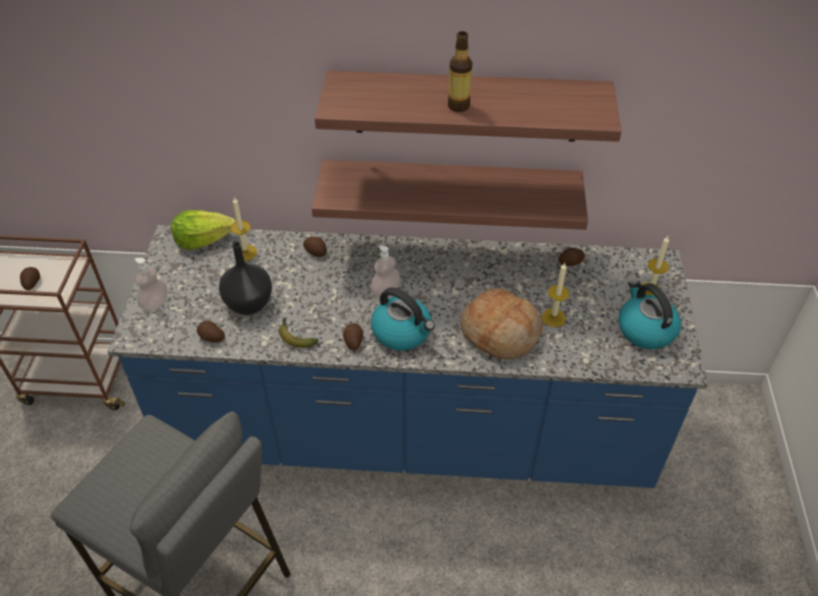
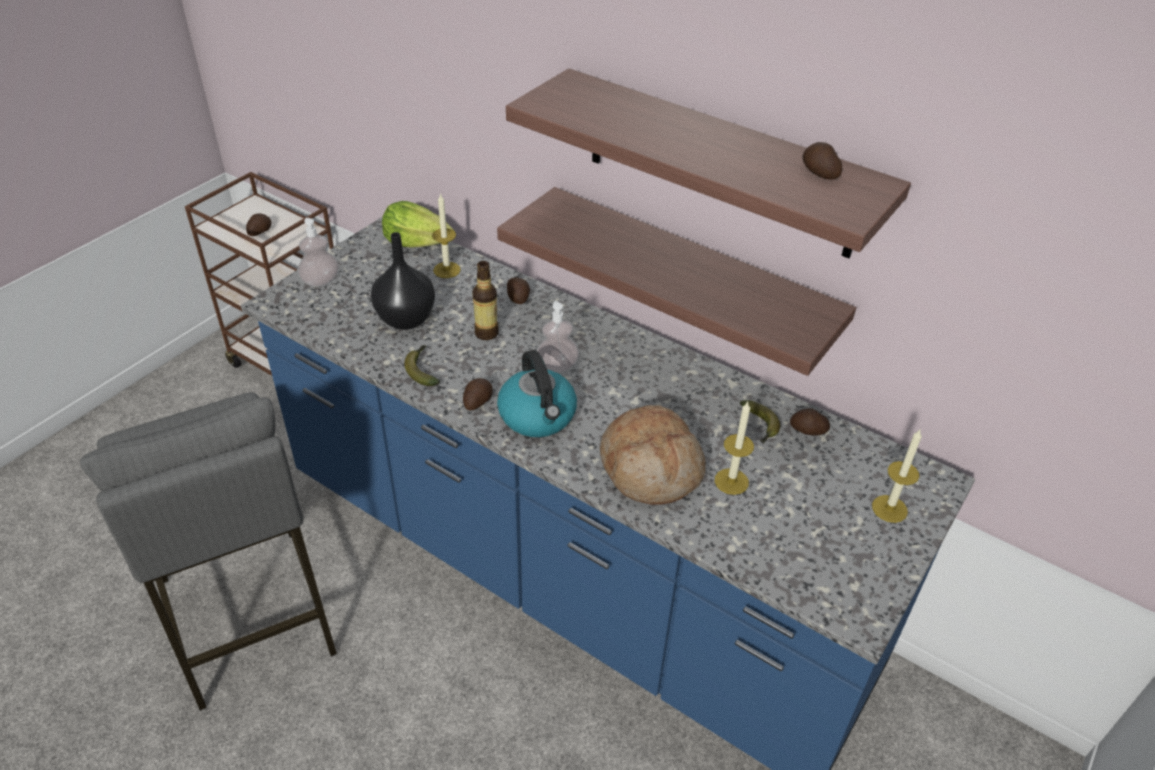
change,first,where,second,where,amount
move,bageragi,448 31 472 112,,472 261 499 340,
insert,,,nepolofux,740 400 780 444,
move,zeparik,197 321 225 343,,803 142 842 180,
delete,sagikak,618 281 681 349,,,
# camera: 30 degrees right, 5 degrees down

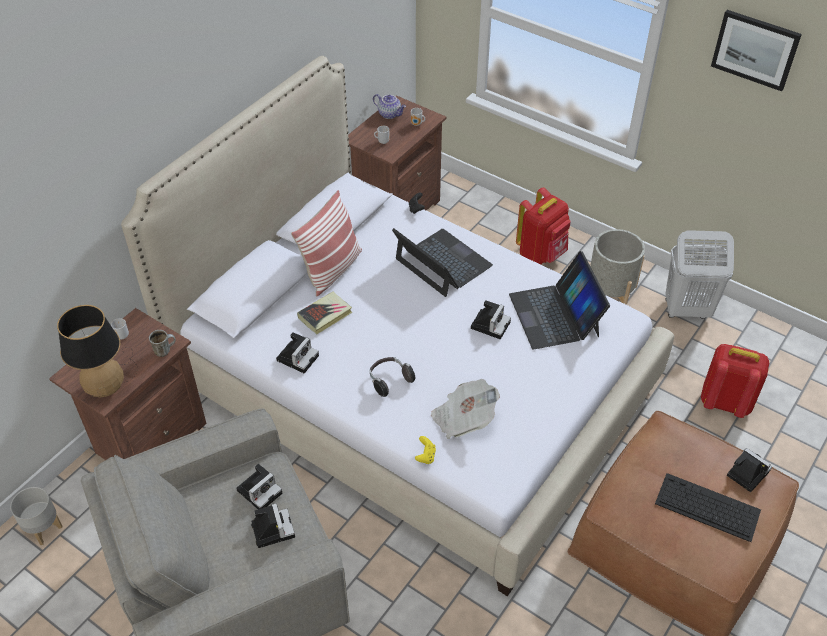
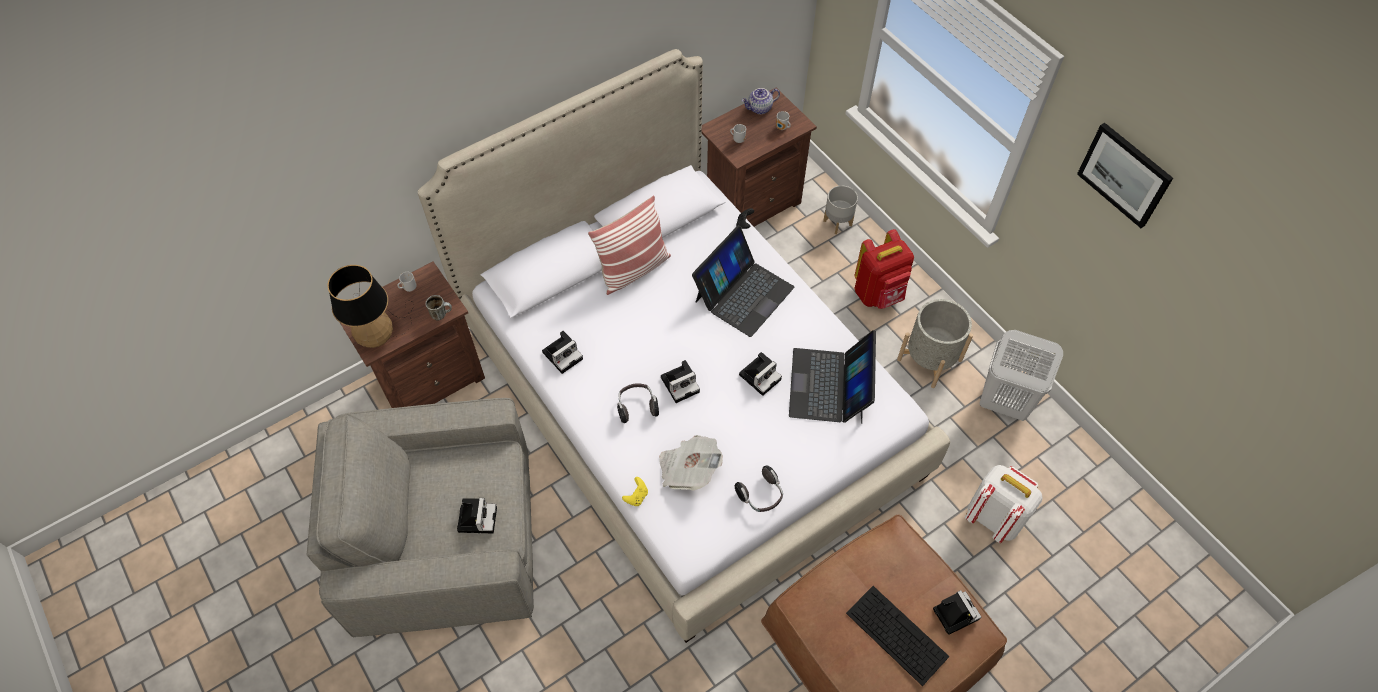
change,first,where,second,where,amount
move,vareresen,236 464 282 509,,661 360 700 403,
rotate,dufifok,392 228 493 297,,692 226 794 337,60 degrees clockwise
insert,,,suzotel,735 466 783 512,
rotate,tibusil,373 94 406 119,,741 88 780 114,105 degrees clockwise
move,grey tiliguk,10 487 62 545,,823 186 858 234,
recolor,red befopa,701 344 769 418,white befopa,965 465 1043 543,
delete,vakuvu,297 291 353 334,,,
# camera: 20 degrees right, 10 degrees up

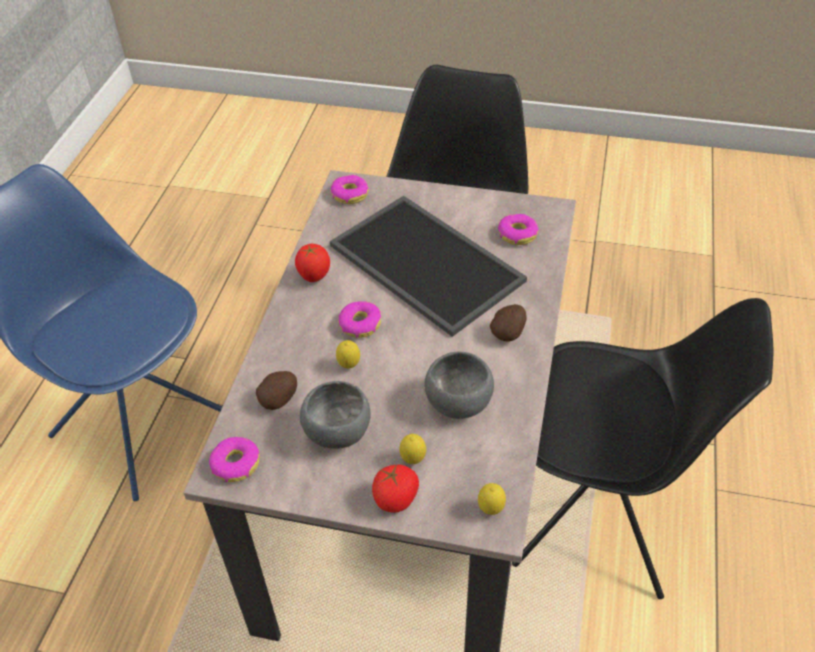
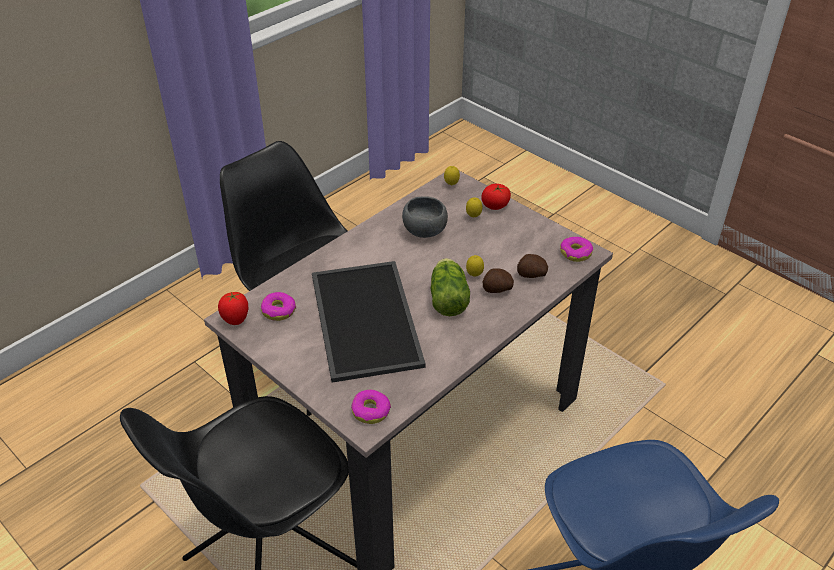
change,first,where,second,where,amount
move,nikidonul,295 244 330 282,,218 292 248 325,
replace,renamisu,338 301 381 338,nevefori,431 258 470 316,
move,zeparik,490 304 527 341,,483 268 514 293,
delete,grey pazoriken,300 381 371 449,,,
# camera: 150 degrees left, 5 degrees down

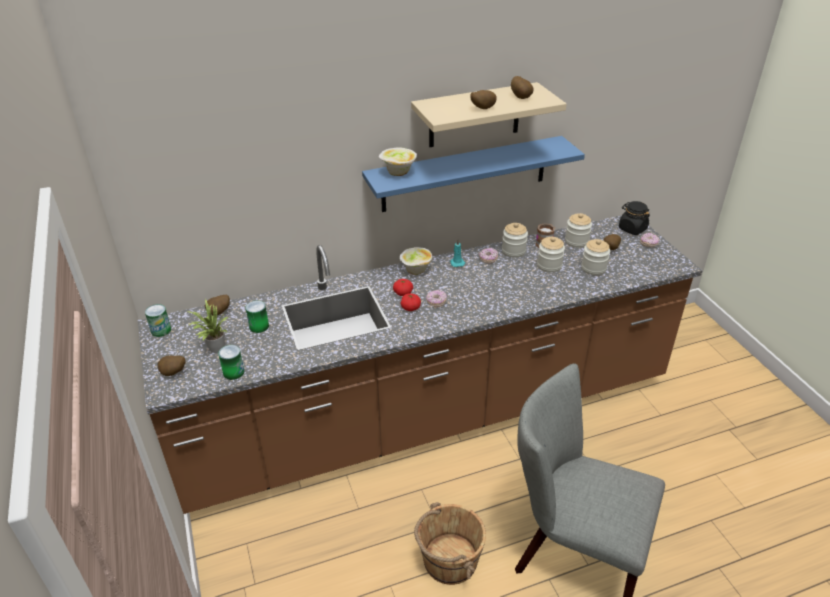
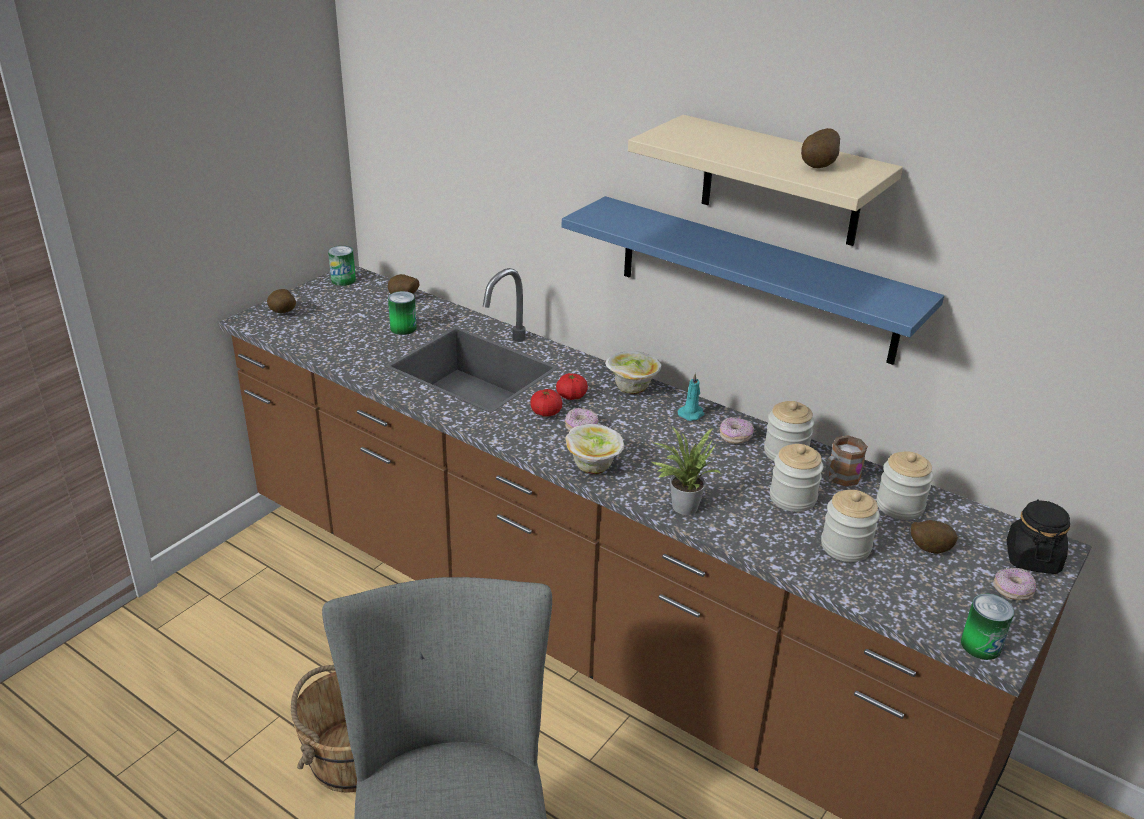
change,first,where,second,where,amount
move,pazoriken,379 147 417 176,,565 424 624 474,
move,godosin,186 299 229 353,,652 427 721 515,
move,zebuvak,218 345 244 380,,961 594 1014 660,
delete,zeparik,470 90 497 109,,,
# camera: 55 degrees right, 5 degrees down

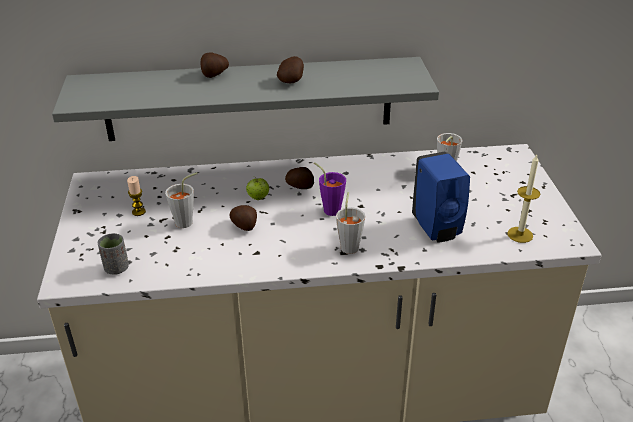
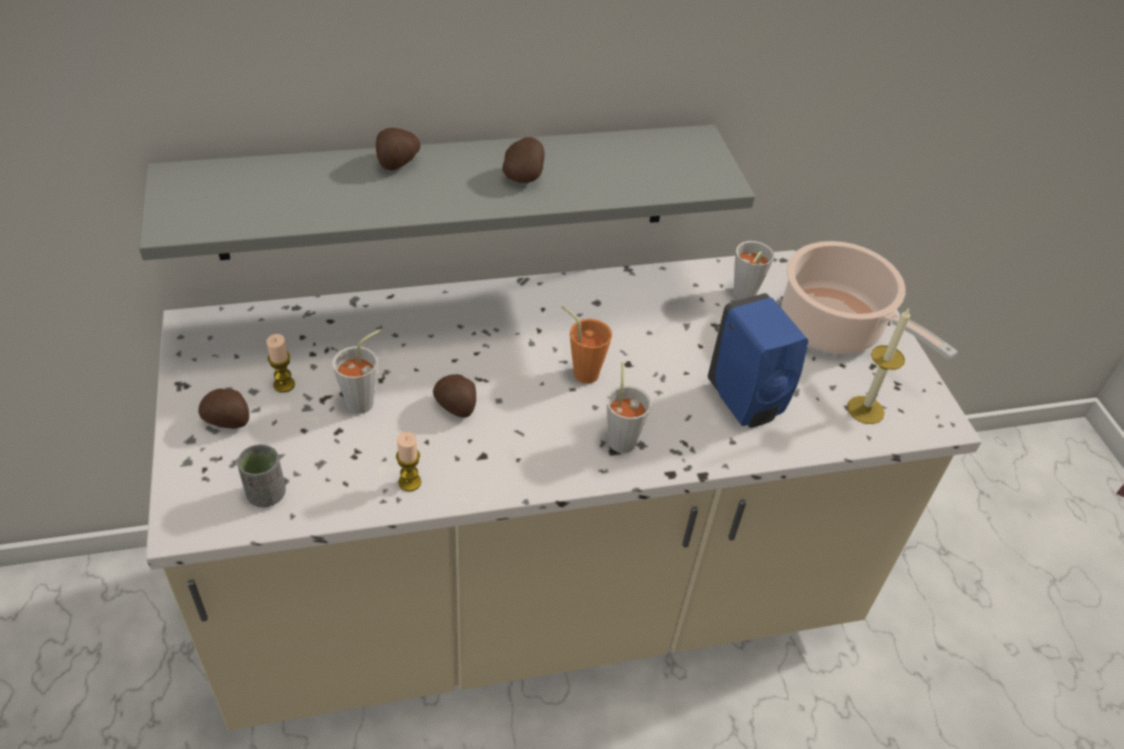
change,first,where,second,where,amount
move,zeparik,285 167 314 189,,198 388 249 429,
insert,,,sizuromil,396 432 421 492,
recolor,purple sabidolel,314 162 346 216,orange sabidolel,561 306 612 384,
insert,,,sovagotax,782 241 958 359,
delete,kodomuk,246 176 269 200,,,
# camera: 10 degrees left, 10 degrees up

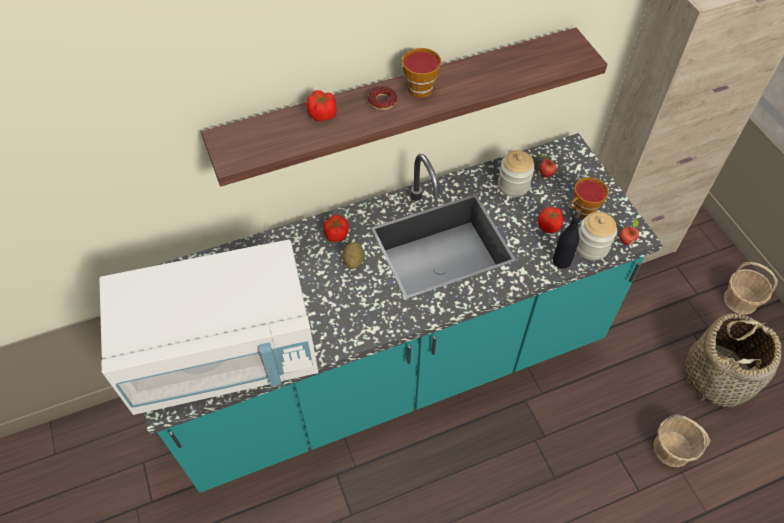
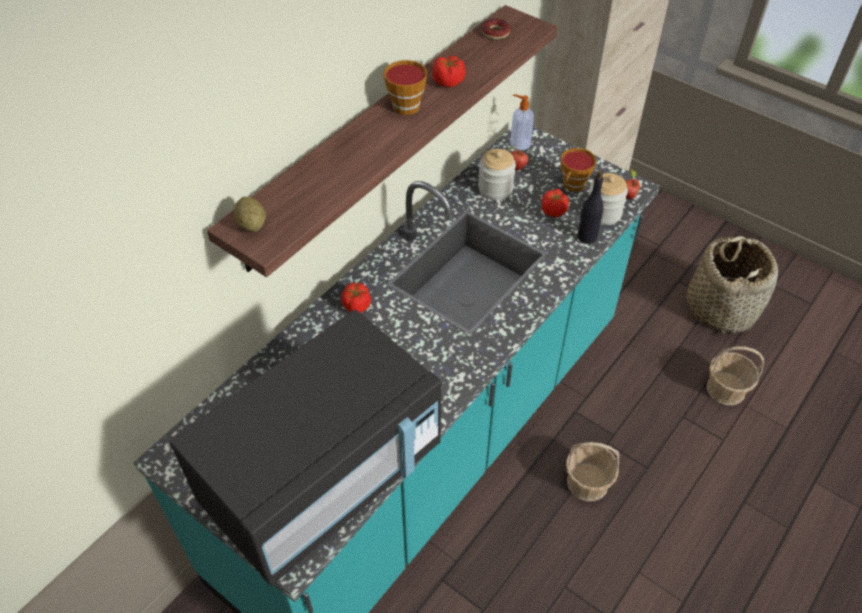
change,first,where,second,where,amount
recolor,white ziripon,99 240 318 415,black ziripon,170 310 441 586,
move,zeparik,342 242 364 269,,234 197 266 232,
move,nikidonul,306 90 337 121,,433 56 465 87,
move,renamisu,368 86 397 110,,482 18 511 39,
insert,,,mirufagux,510 94 534 151,
move,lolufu,724 262 778 315,,566 442 620 501,
# camera: 30 degrees left, 5 degrees down

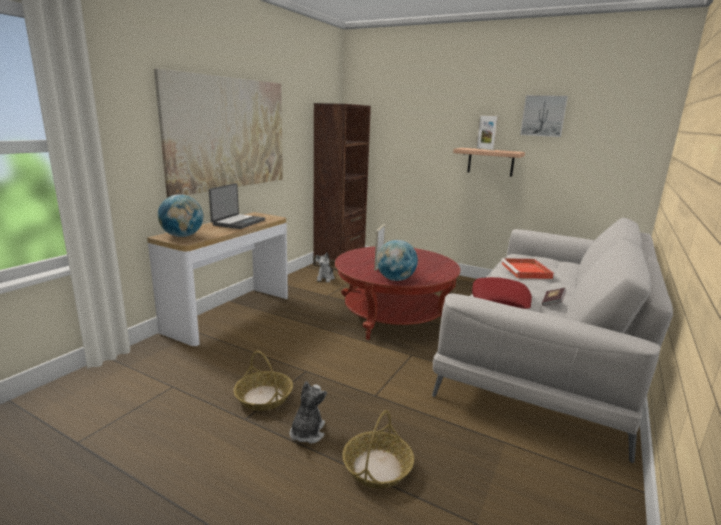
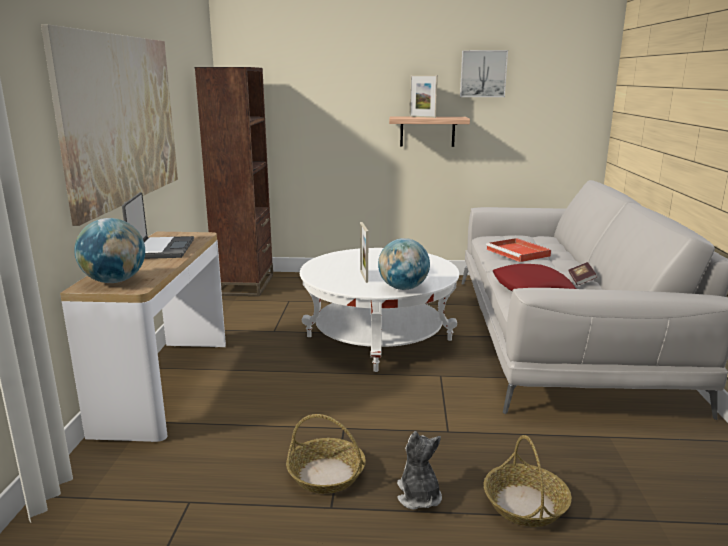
change,first,where,second,where,amount
recolor,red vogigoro,335 246 460 340,white vogigoro,300 248 459 372,
delete,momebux,316 252 335 282,,,
# camera: 25 degrees left, 0 degrees up

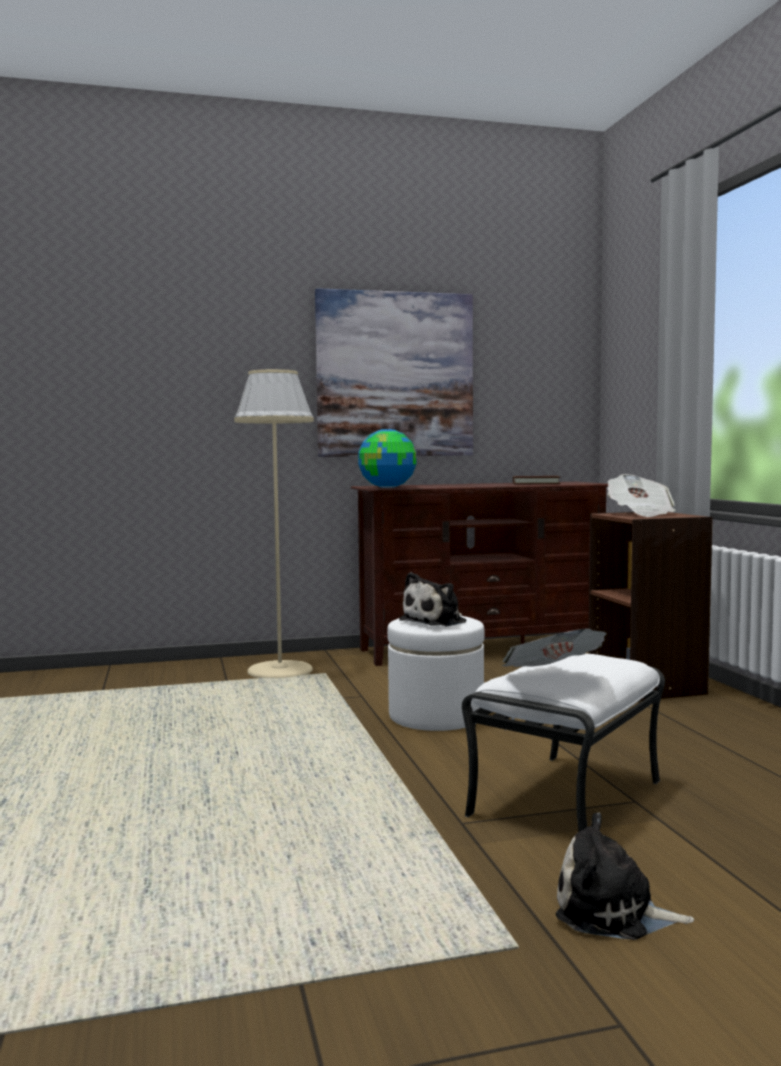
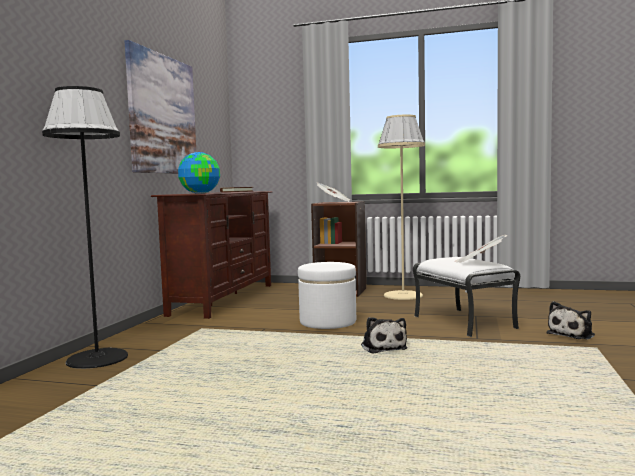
change,first,where,second,where,amount
insert,,,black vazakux,42 86 128 369,
move,momebux,399 572 466 627,,361 317 407 354,
move,beige vazakux,234 369 314 678,,378 115 425 300,
# camera: 60 degrees left, 0 degrees up

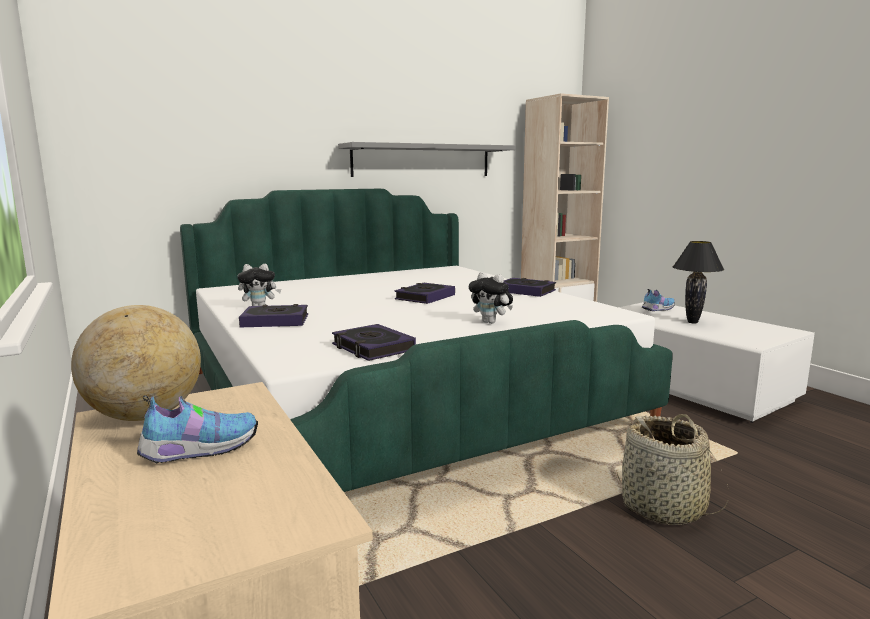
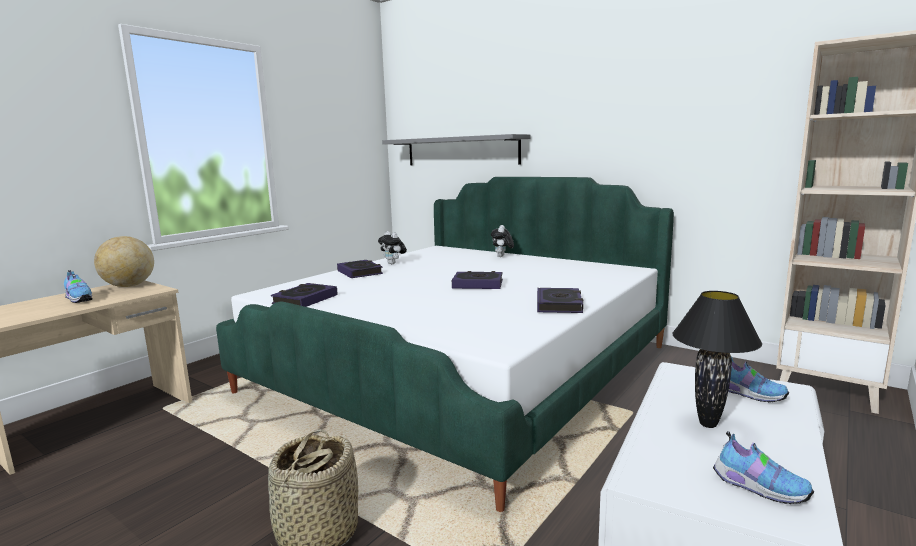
change,first,where,second,where,amount
move,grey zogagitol,338 142 516 177,,382 134 530 166,
move,momebux,469 272 513 324,,491 225 514 257,
insert,,,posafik,713 431 814 504,
# camera: 65 degrees right, 0 degrees up

